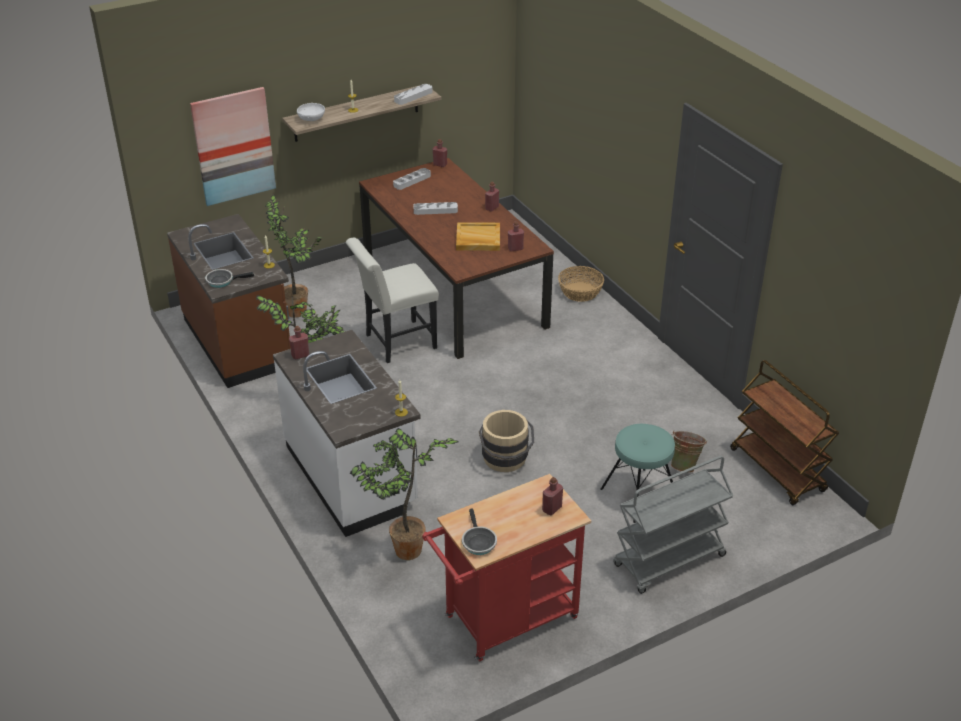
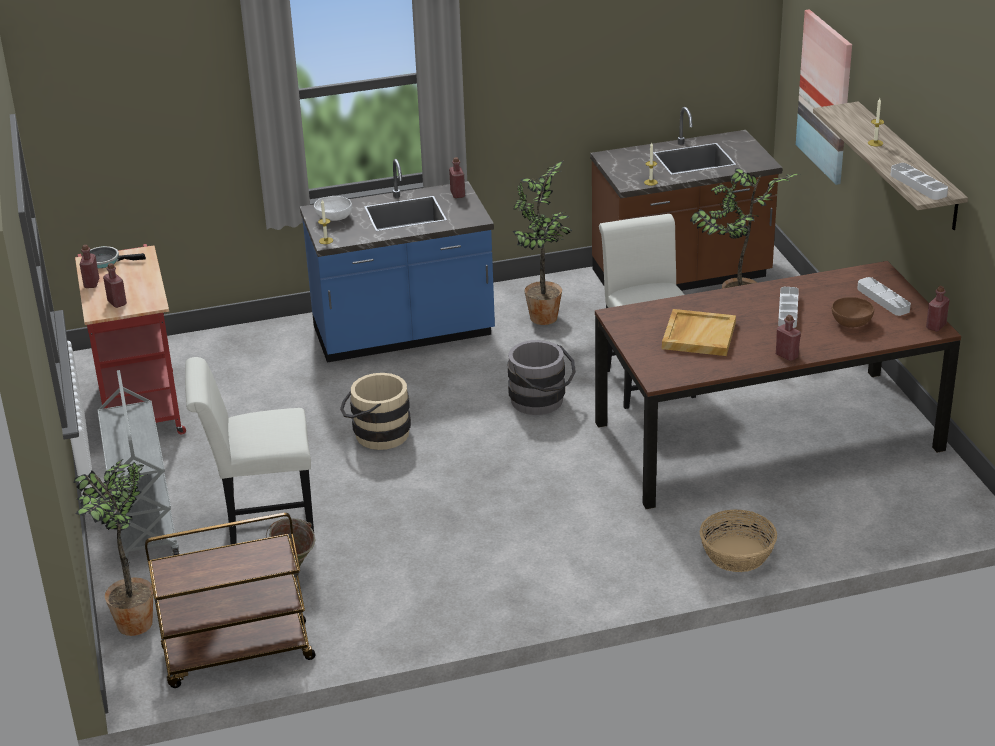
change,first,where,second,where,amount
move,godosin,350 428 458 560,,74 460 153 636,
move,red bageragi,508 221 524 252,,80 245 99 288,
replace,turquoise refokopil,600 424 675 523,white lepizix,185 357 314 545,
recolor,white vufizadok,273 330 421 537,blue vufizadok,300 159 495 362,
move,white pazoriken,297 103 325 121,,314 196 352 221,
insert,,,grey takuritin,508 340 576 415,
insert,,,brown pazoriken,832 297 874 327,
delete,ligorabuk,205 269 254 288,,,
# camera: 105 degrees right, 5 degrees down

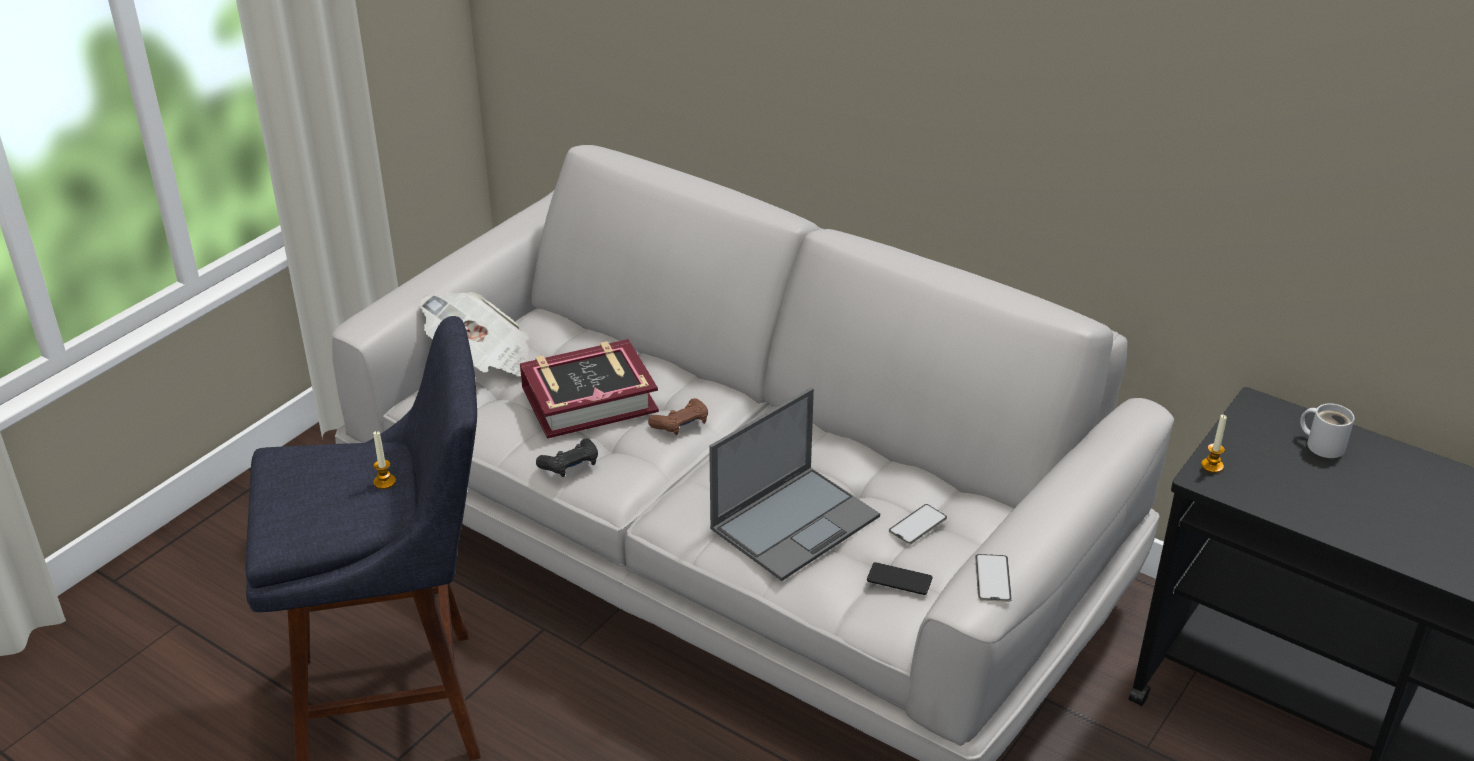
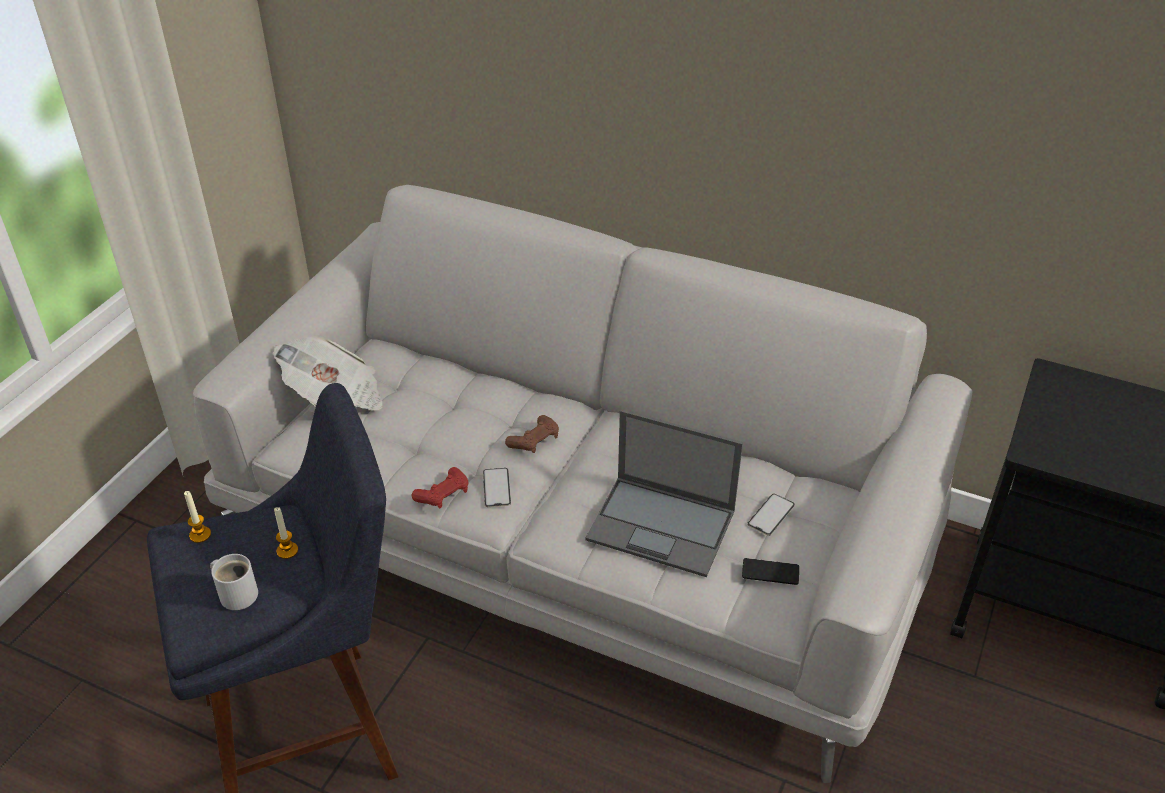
change,first,where,second,where,amount
move,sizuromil,1201 415 1227 473,,184 491 211 543,
move,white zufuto,1300 403 1355 458,,210 554 258 610,
recolor,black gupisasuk,536 438 598 477,red gupisasuk,412 467 468 508,
move,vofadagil,975 554 1012 602,,483 468 511 507,
rotate,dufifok,709 388 880 581,,586 409 743 577,75 degrees clockwise
delete,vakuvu,520 339 659 439,,,
# camera: 10 degrees left, 5 degrees up

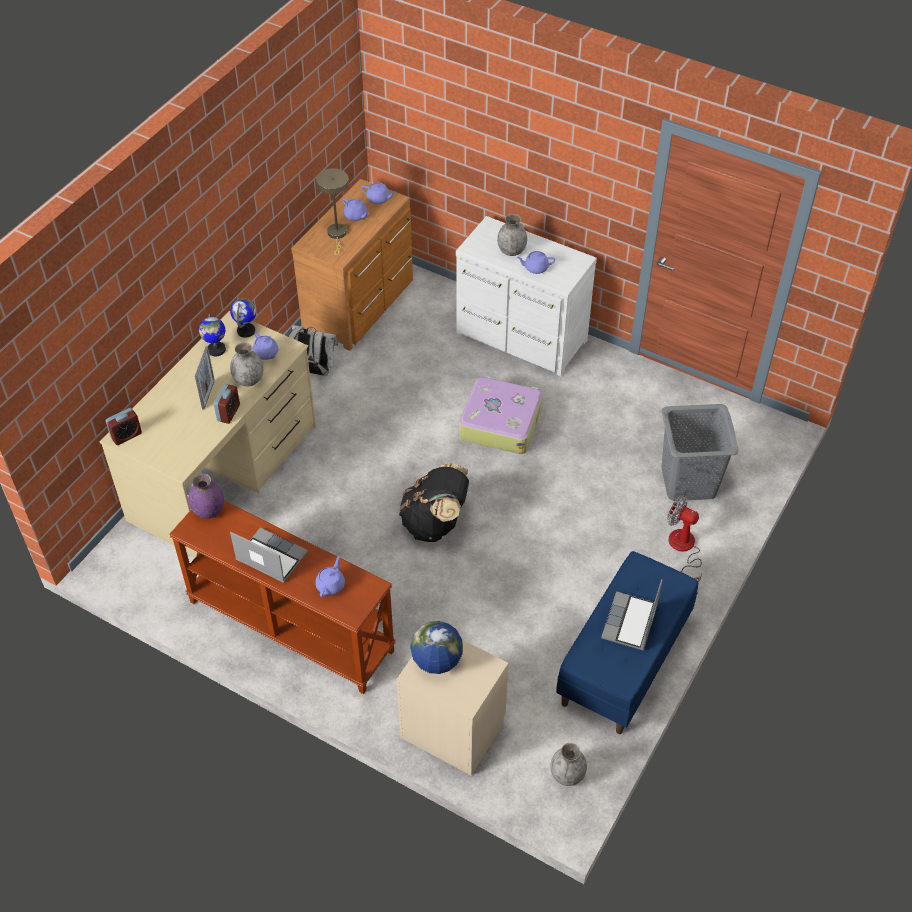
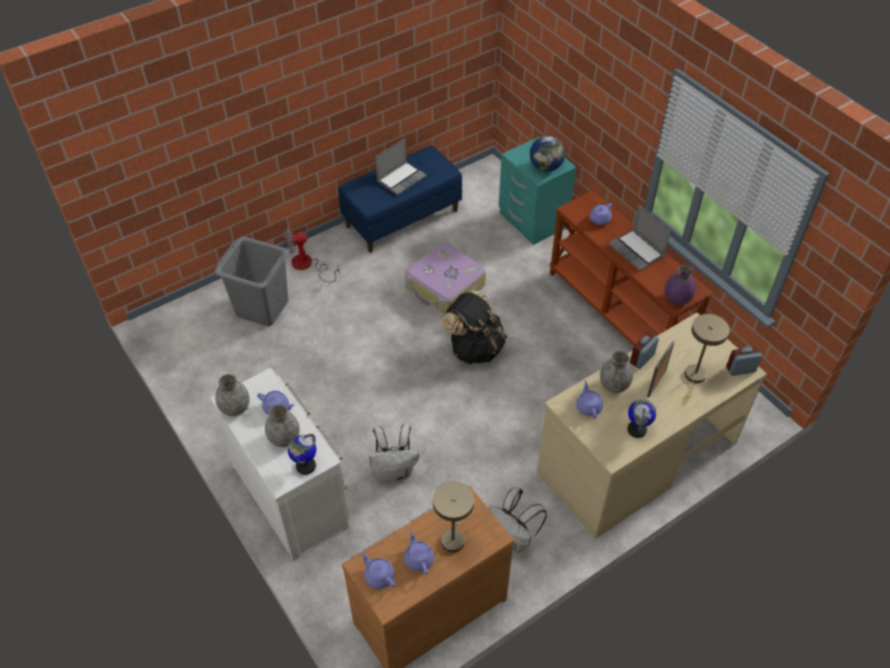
change,first,where,second,where,amount
move,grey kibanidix,550 743 587 786,,215 374 250 416,
rotate,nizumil,667 495 702 583,,283 228 340 282,105 degrees clockwise
move,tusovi,230 298 256 338,,288 434 316 475,
insert,,,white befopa,369 424 420 482,
move,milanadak,459 376 543 454,,405 243 486 314,
recolor,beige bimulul,396 640 509 776,turquoise bimulul,499 136 577 245,
insert,,,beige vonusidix,682 314 730 402,
# camera: 155 degrees left, 0 degrees up

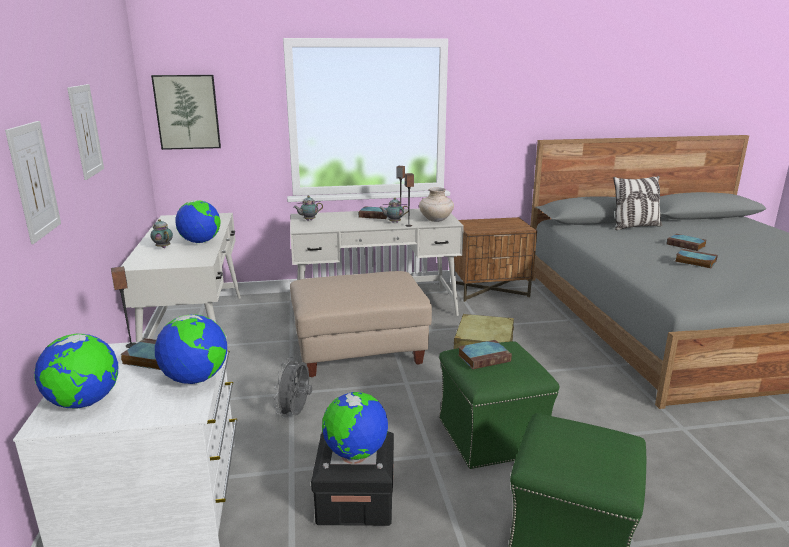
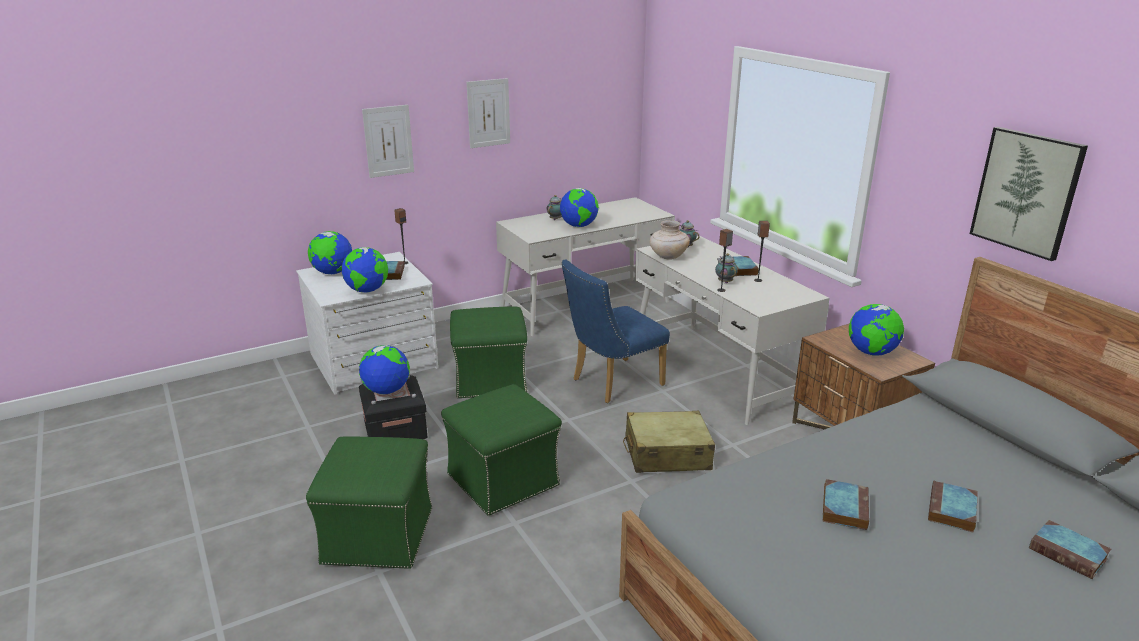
change,first,where,second,where,amount
replace,grey nizumil,274 357 312 418,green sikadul,450 307 527 399,
replace,beige sikadul,290 271 432 377,blue lepizix,561 259 670 403,
move,beige kibanidix,419 187 454 222,,650 220 690 260,
insert,,,tusovi,849 304 904 356,
move,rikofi,151 75 221 150,,969 127 1088 261,
move,vakuvu,458 340 512 369,,1029 520 1111 579,
delete,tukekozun,613 176 662 230,,,
# camera: 70 degrees right, 5 degrees up

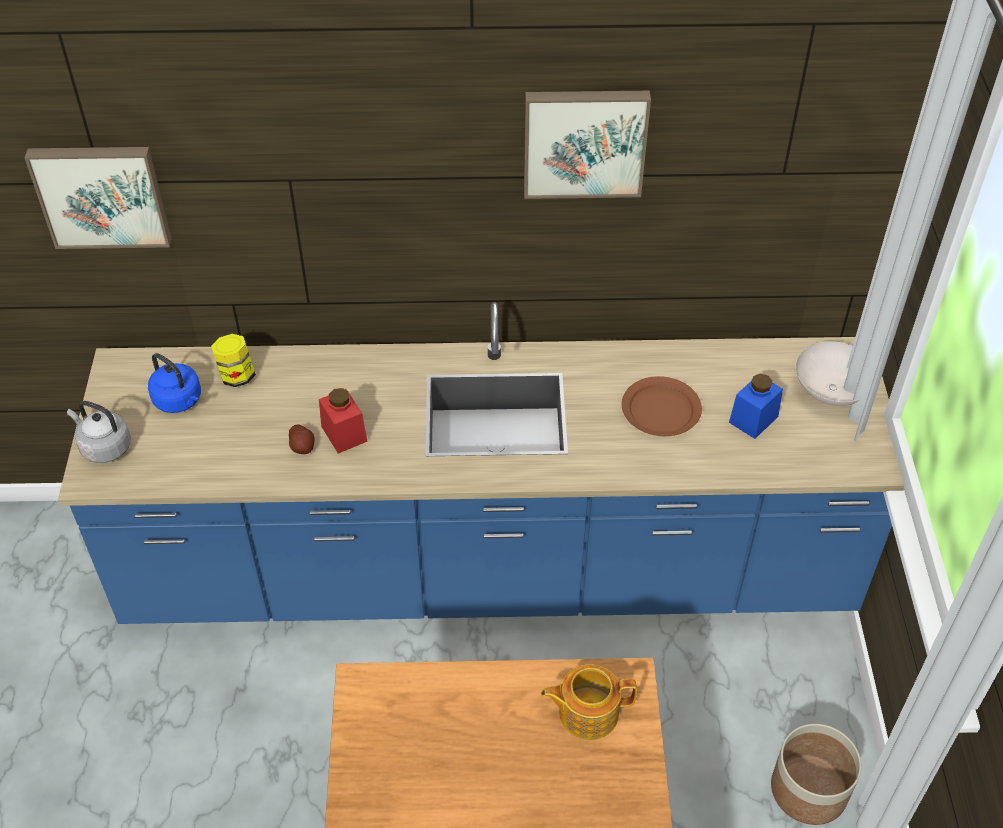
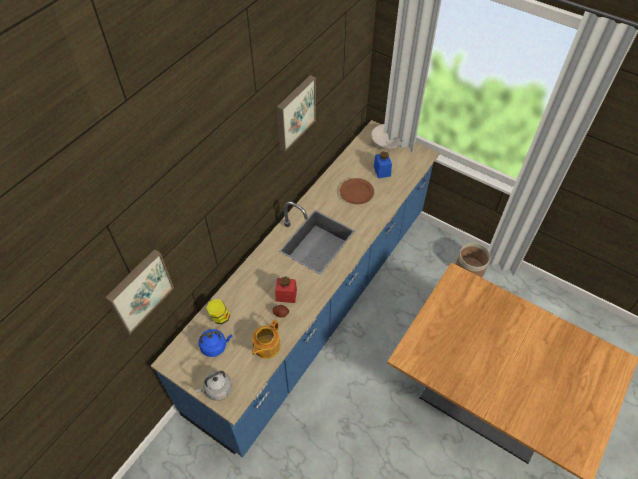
change,first,where,second,where,amount
move,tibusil,541 664 637 740,,252 320 280 359,
# camera: 55 degrees left, 5 degrees up

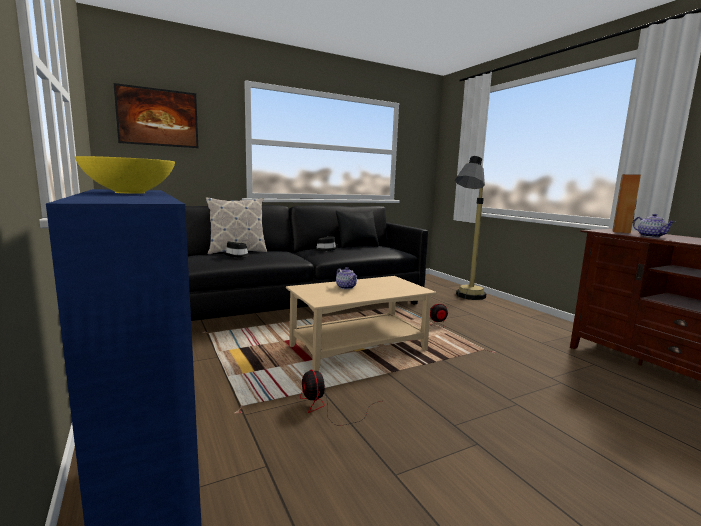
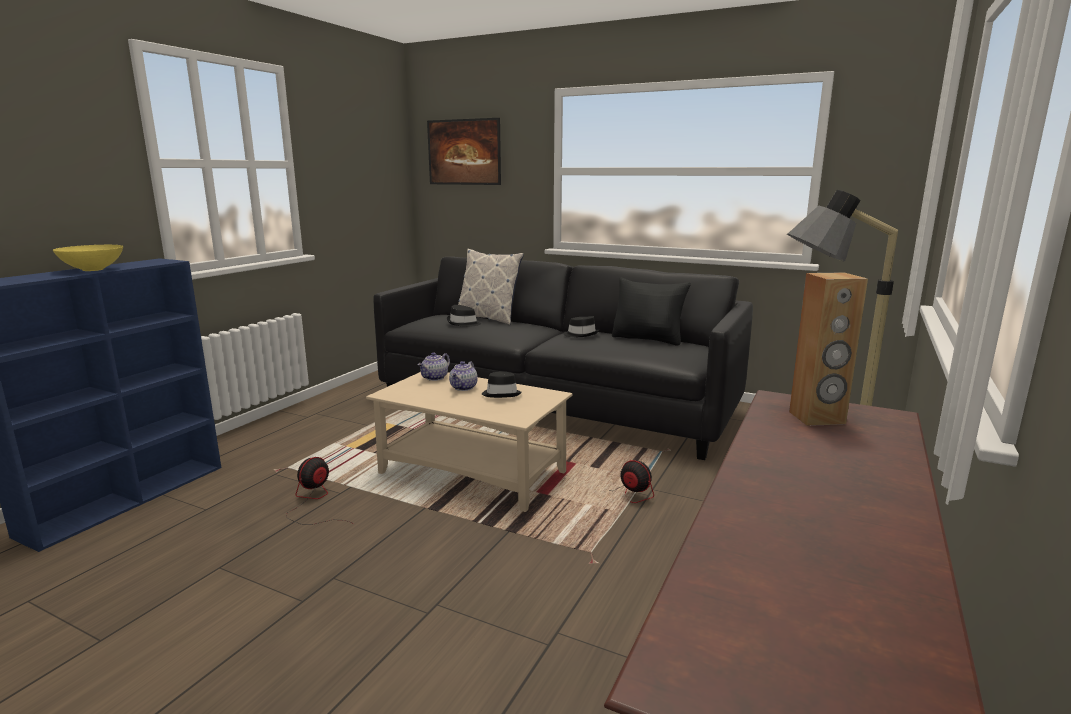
change,first,where,second,where,amount
move,tibusil,633 214 675 238,,418 352 450 381,
insert,,,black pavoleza,482 372 522 398,
# camera: 55 degrees right, 5 degrees up

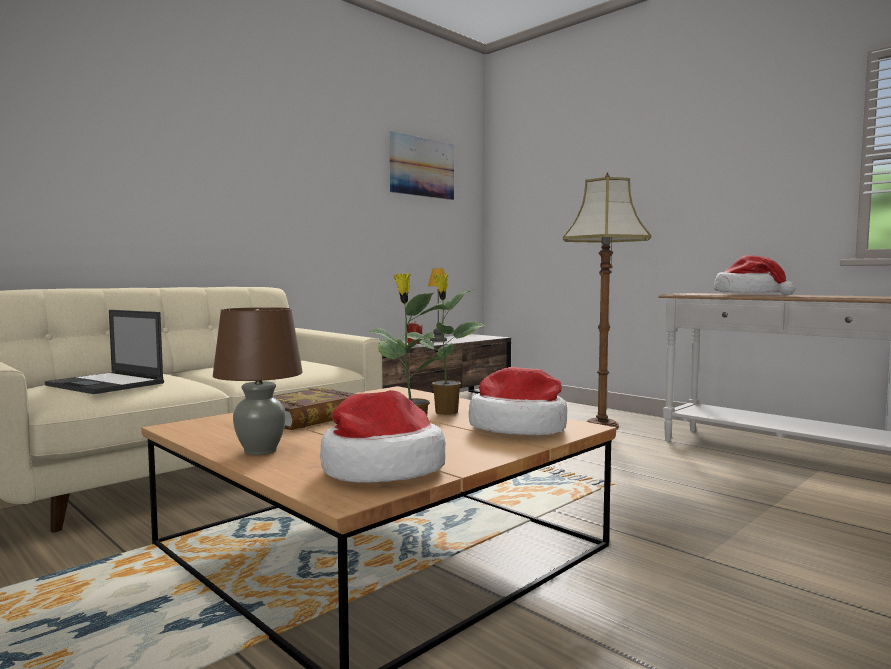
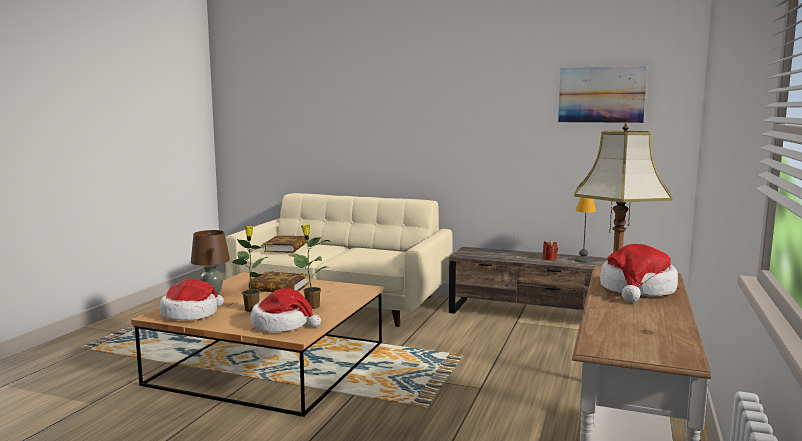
change,first,where,second,where,amount
replace,dufifok,45 310 164 394,vakuvu,264 235 307 253,
# camera: 65 degrees right, 5 degrees up

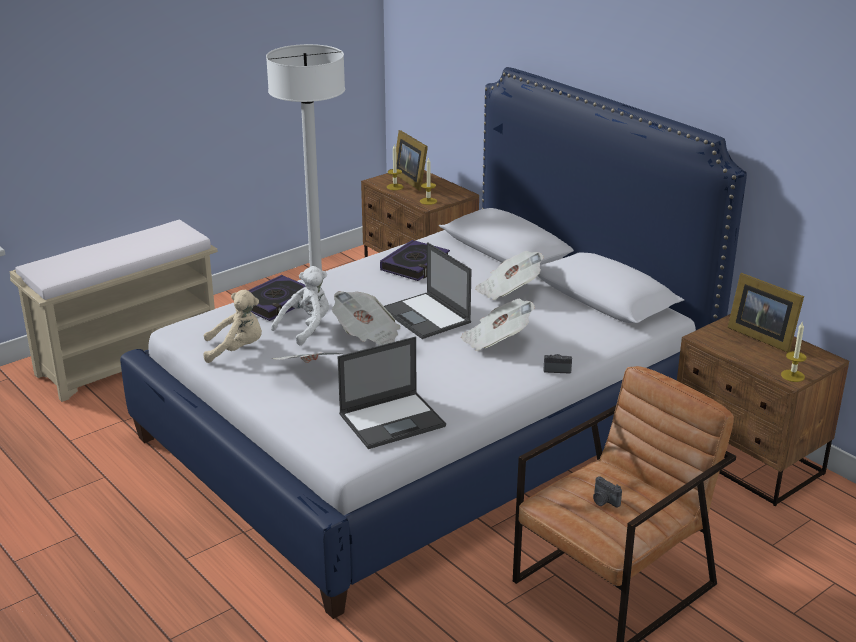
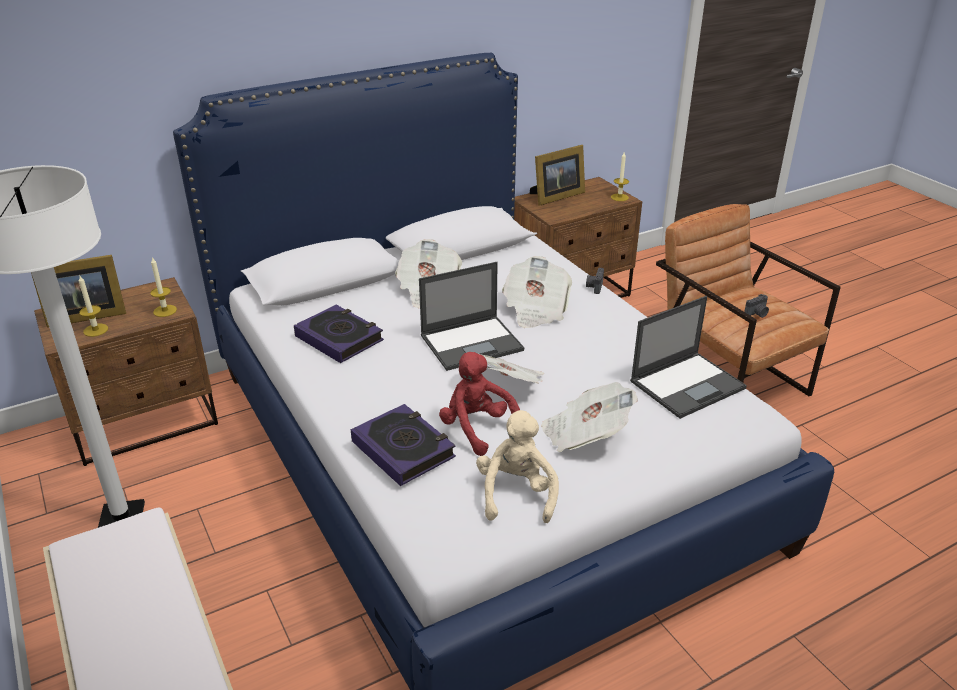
change,first,where,second,where,amount
recolor,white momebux,271 266 329 346,red momebux,439 352 520 456,
rotate,dufifok,337 337 446 449,,630 296 747 419,75 degrees clockwise
# camera: 80 degrees left, 5 degrees up

